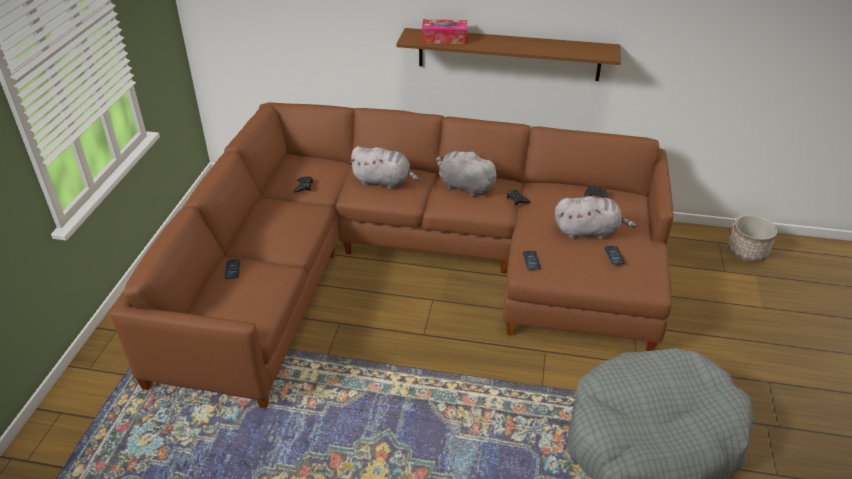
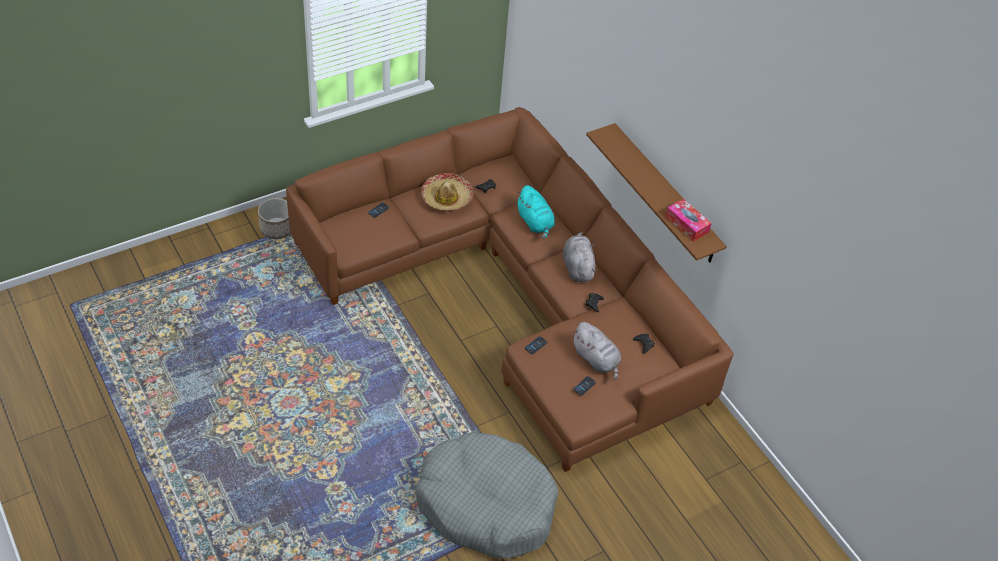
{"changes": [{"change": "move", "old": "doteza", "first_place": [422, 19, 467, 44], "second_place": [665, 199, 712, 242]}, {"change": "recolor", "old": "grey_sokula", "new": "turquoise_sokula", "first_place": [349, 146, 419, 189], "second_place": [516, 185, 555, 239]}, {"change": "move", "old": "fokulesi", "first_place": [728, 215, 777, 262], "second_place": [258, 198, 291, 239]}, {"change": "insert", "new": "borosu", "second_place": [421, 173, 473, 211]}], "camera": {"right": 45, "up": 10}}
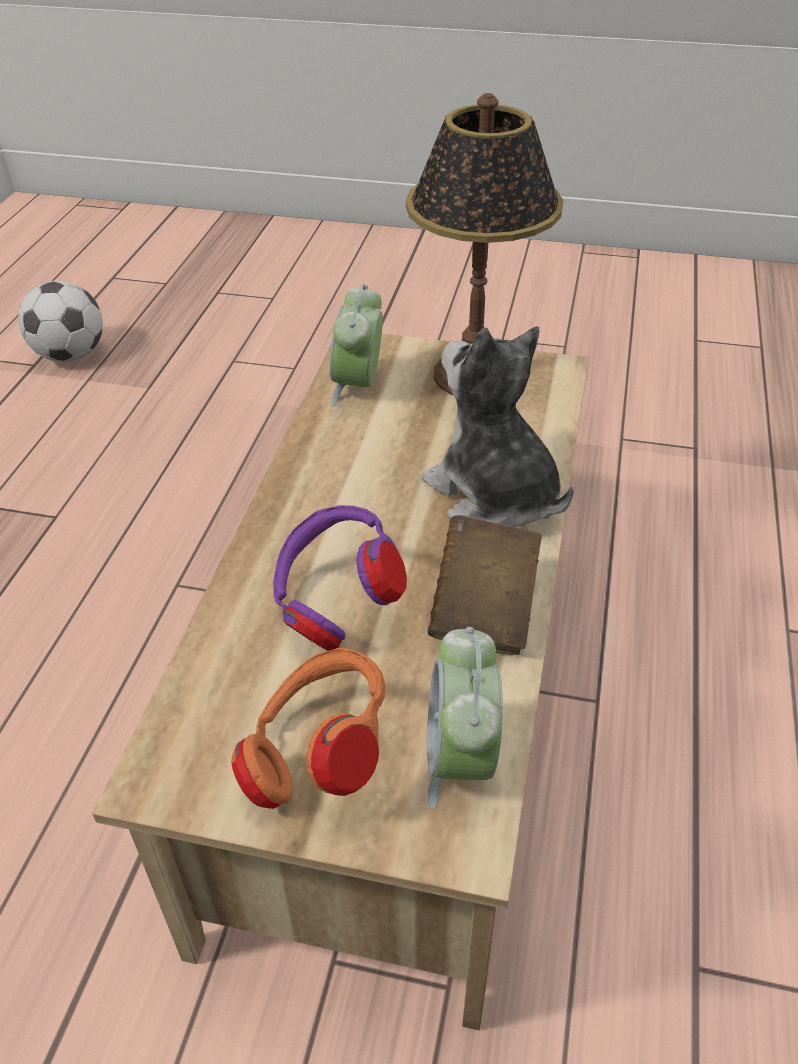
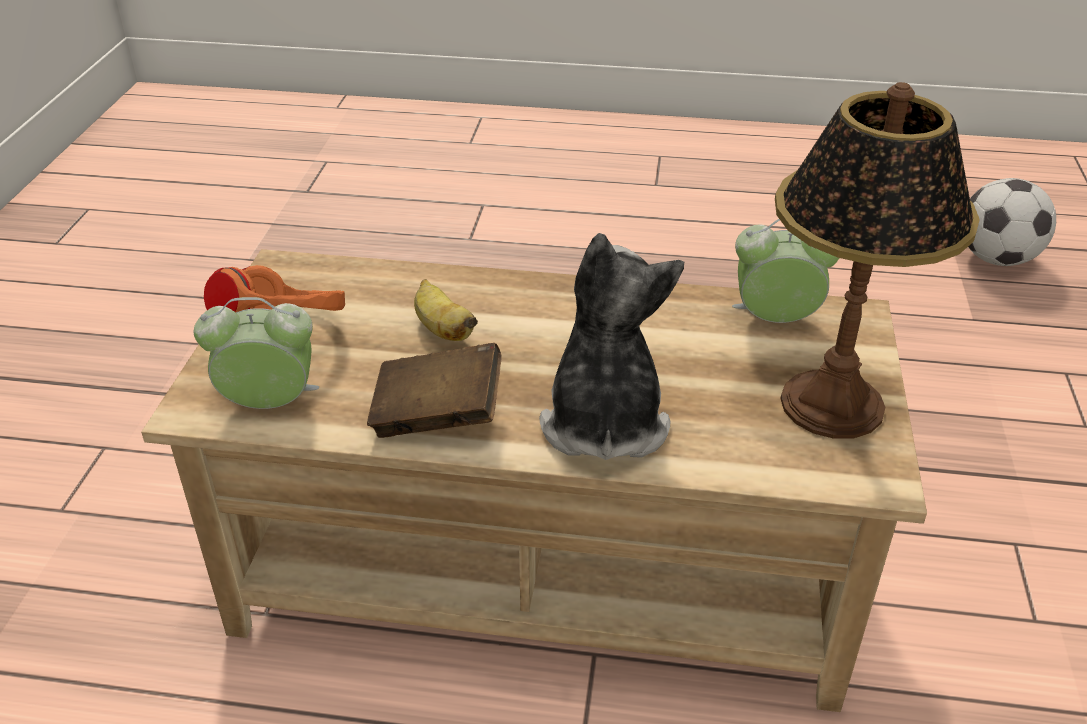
{"changes": [{"change": "rotate", "old": "sokula", "first_place": [422, 326, 574, 527], "second_place": [539, 233, 684, 460], "degrees": -45}, {"change": "replace", "old": "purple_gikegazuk", "new": "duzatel", "first_place": [273, 505, 407, 651], "second_place": [414, 279, 478, 341]}], "camera": {"right": 85, "up": -5}}
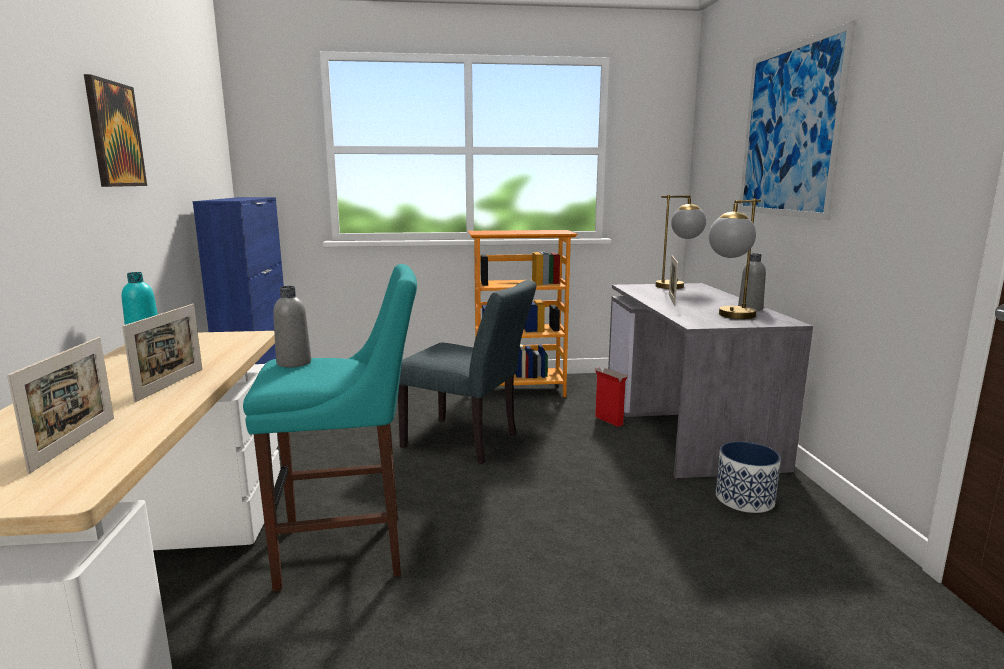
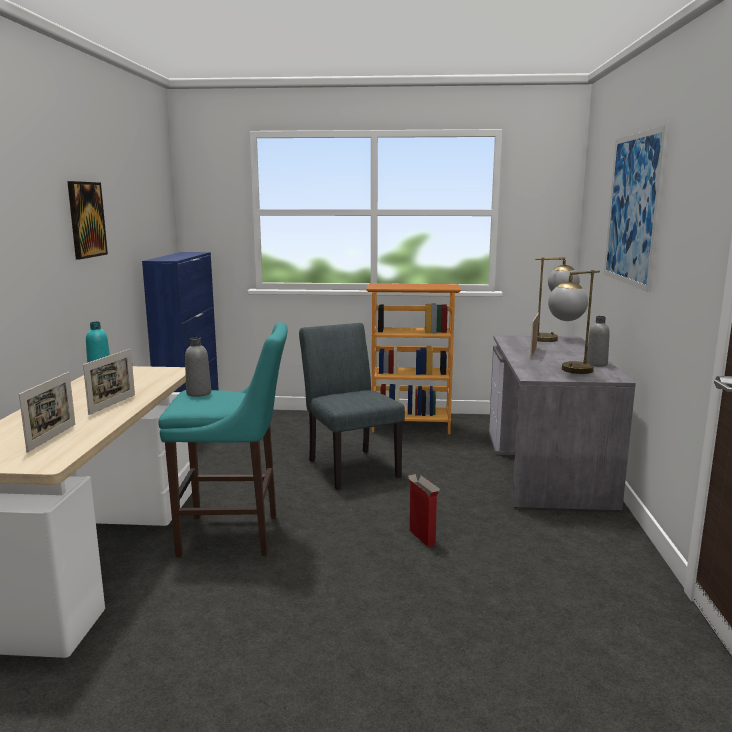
{"changes": [{"change": "rotate", "old": "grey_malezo", "first_place": [398, 280, 536, 464], "second_place": [299, 323, 405, 490], "degrees": -150}, {"change": "move", "old": "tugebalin", "first_place": [595, 367, 628, 427], "second_place": [408, 474, 440, 547]}, {"change": "delete", "old": "fokulesi", "first_place": [716, 441, 781, 513]}], "camera": {"right": 10, "up": 0}}
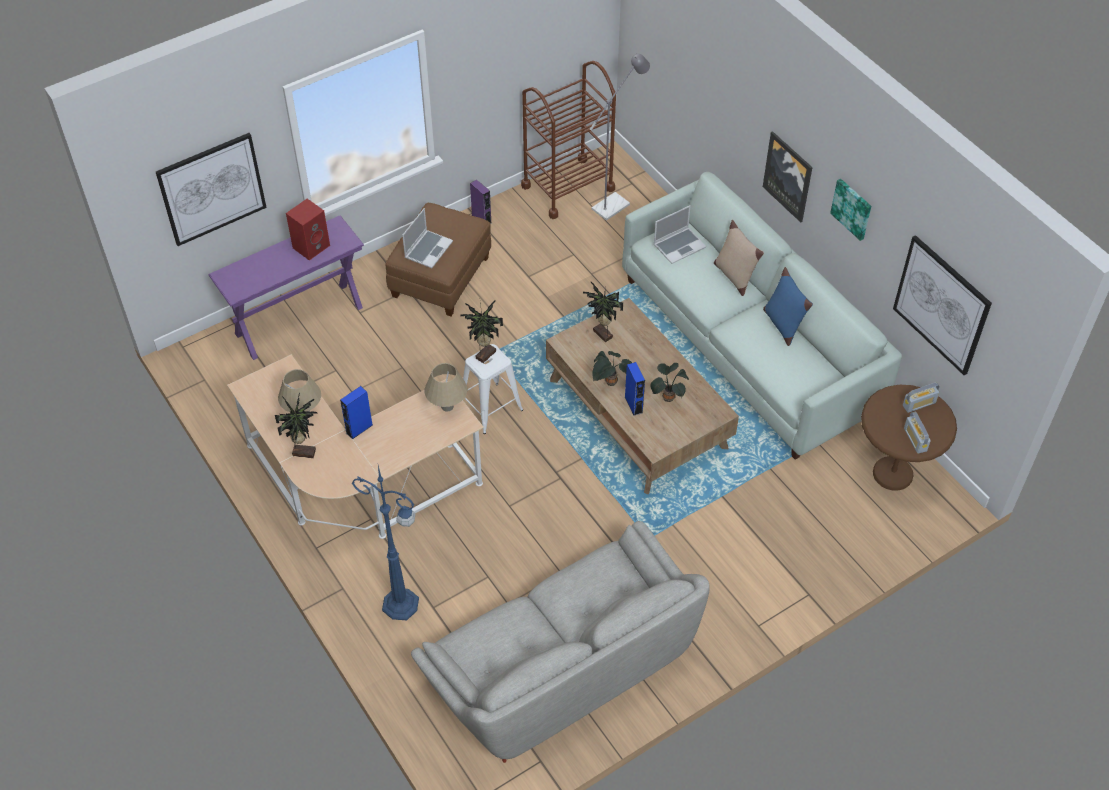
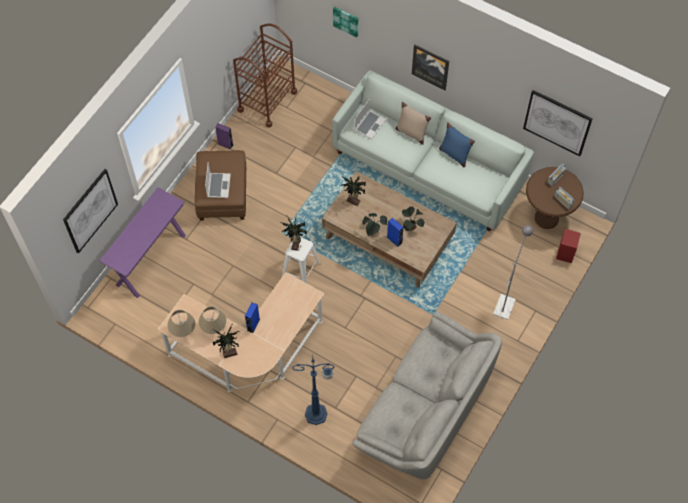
{"changes": [{"change": "move", "old": "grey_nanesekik", "first_place": [590, 54, 650, 221], "second_place": [493, 225, 533, 320]}, {"change": "move", "old": "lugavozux", "first_place": [830, 178, 871, 241], "second_place": [333, 7, 359, 38]}, {"change": "move", "old": "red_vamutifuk", "first_place": [286, 199, 330, 261], "second_place": [556, 229, 581, 263]}, {"change": "move", "old": "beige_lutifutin", "first_place": [425, 363, 467, 412], "second_place": [168, 310, 195, 337]}], "camera": {"right": -25, "up": 10}}
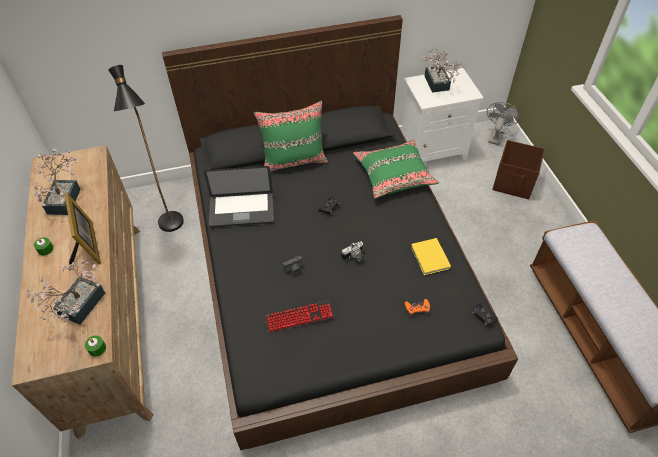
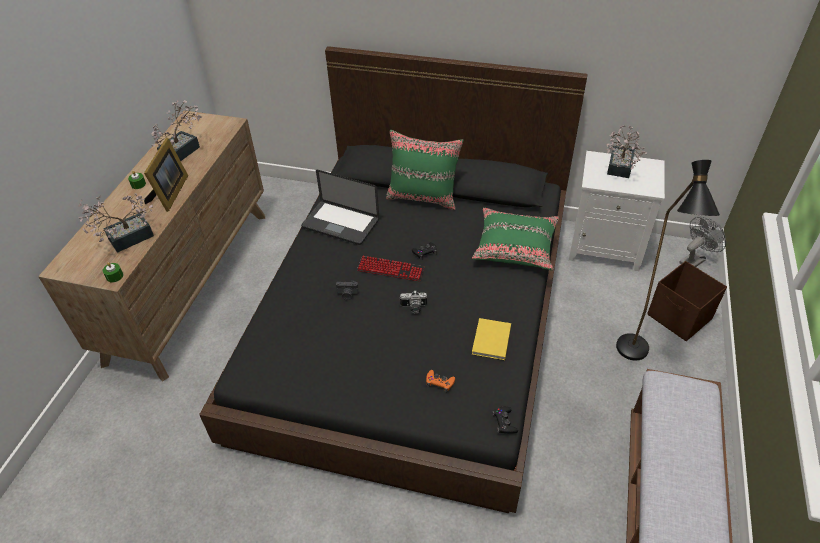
{"changes": [{"change": "move", "old": "black_nanesekik", "first_place": [108, 65, 184, 232], "second_place": [616, 160, 720, 360]}, {"change": "move", "old": "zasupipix", "first_place": [265, 301, 334, 333], "second_place": [357, 256, 424, 281]}], "camera": {"right": 30, "up": -5}}
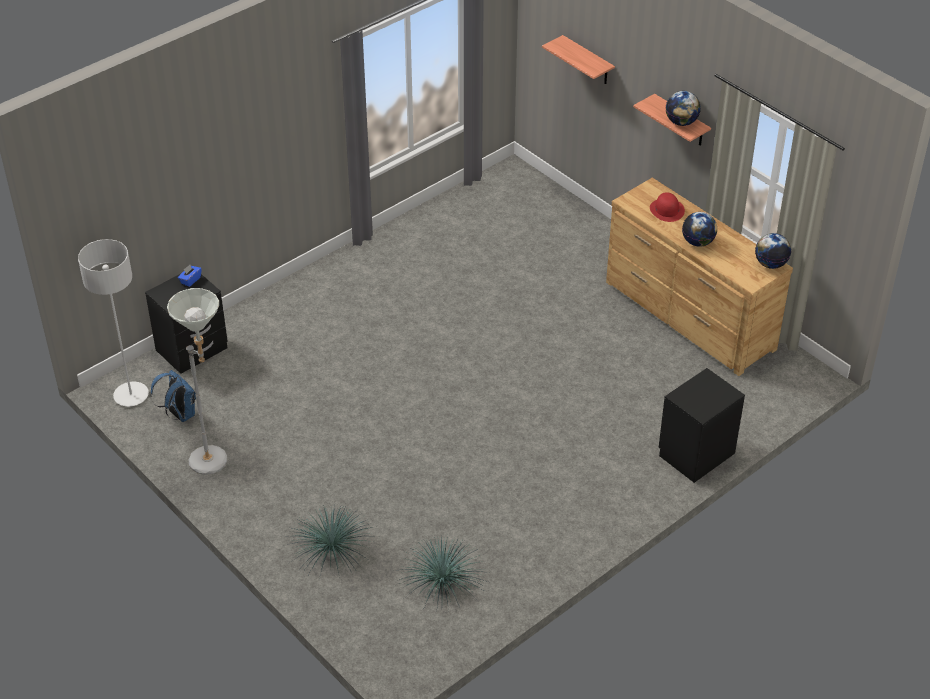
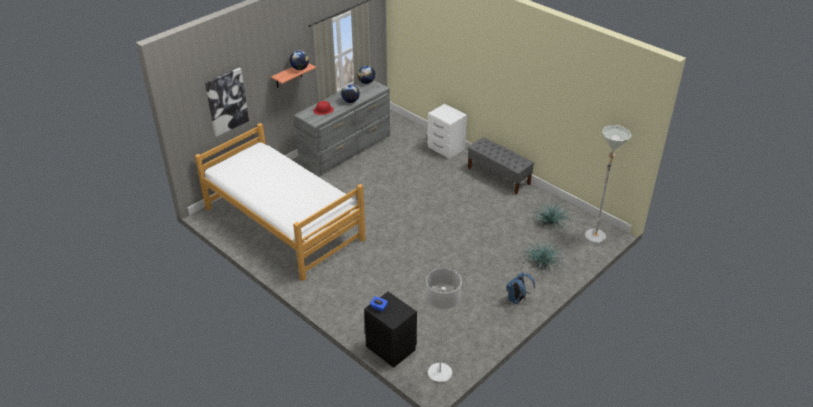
{"changes": [{"change": "replace", "old": "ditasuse", "new": "lugavozux", "first_place": [542, 35, 615, 84], "second_place": [205, 68, 249, 137]}, {"change": "recolor", "old": "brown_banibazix", "new": "grey_banibazix", "first_place": [606, 178, 793, 376], "second_place": [294, 80, 390, 177]}, {"change": "move", "old": "grey_nanesekik", "first_place": [167, 288, 227, 475], "second_place": [585, 125, 631, 244]}, {"change": "recolor", "old": "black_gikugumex", "new": "white_gikugumex", "first_place": [659, 368, 745, 483], "second_place": [427, 104, 467, 159]}, {"change": "move", "old": "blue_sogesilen", "first_place": [150, 370, 196, 422], "second_place": [506, 272, 535, 304]}, {"change": "insert", "new": "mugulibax", "second_place": [195, 123, 366, 281]}, {"change": "insert", "new": "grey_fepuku", "second_place": [468, 137, 534, 195]}], "camera": {"right": -95, "up": -5}}
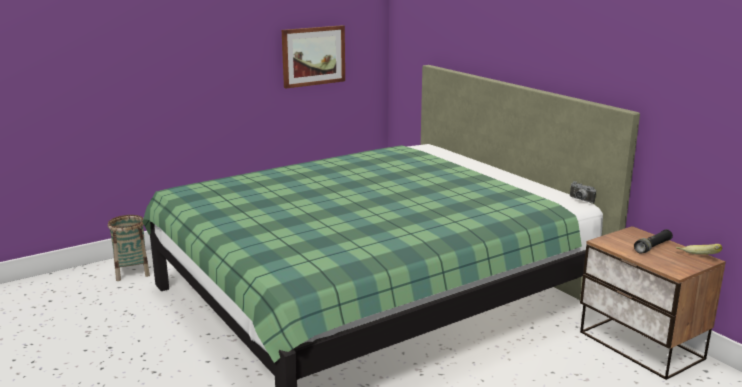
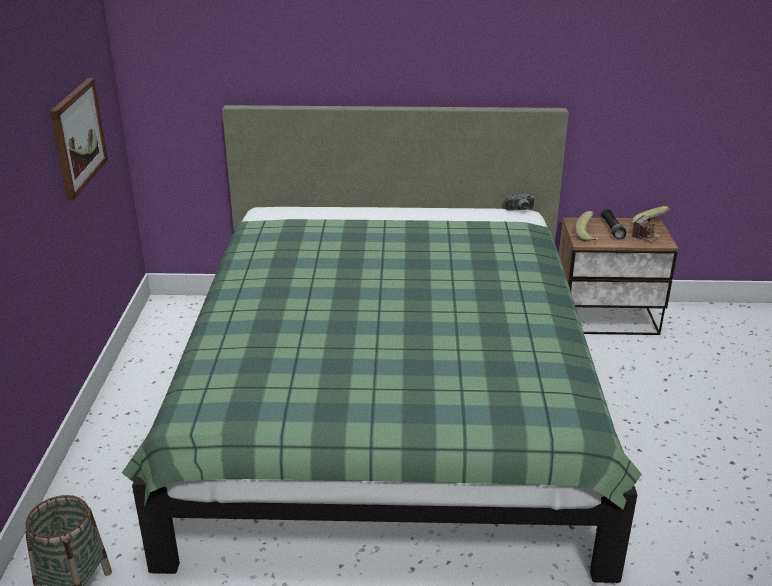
{"changes": [{"change": "insert", "new": "duzatel", "second_place": [575, 211, 598, 242]}, {"change": "insert", "new": "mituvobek", "second_place": [632, 215, 662, 242]}], "camera": {"right": -55, "up": 10}}
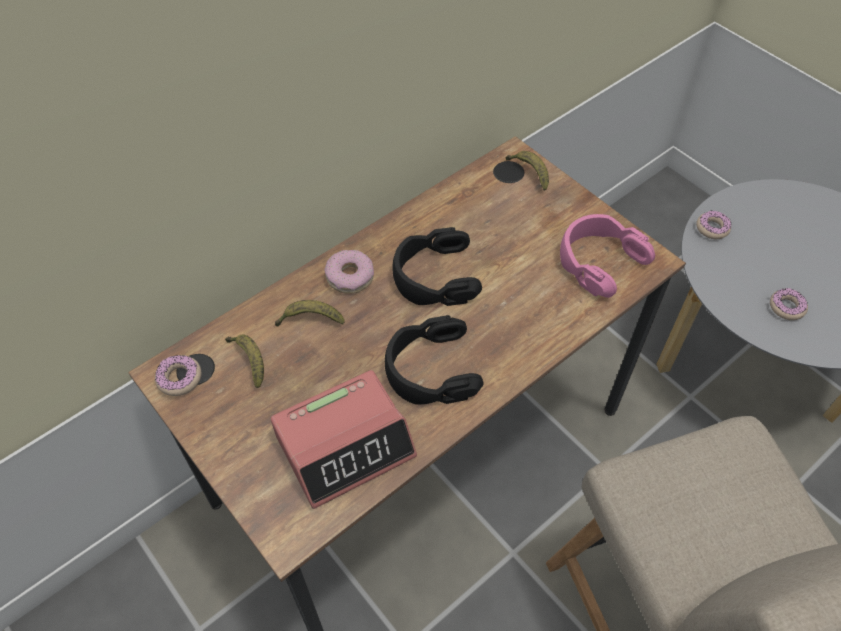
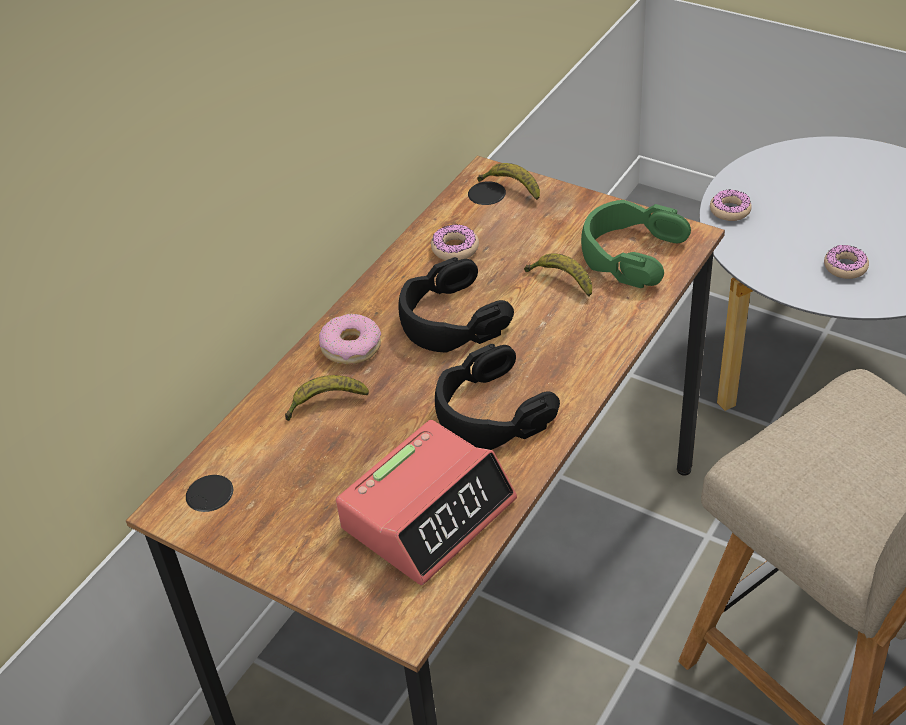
{"changes": [{"change": "recolor", "old": "pink_gikegazuk", "new": "green_gikegazuk", "first_place": [560, 214, 655, 298], "second_place": [581, 200, 691, 288]}, {"change": "move", "old": "duzatel", "first_place": [225, 334, 264, 388], "second_place": [524, 254, 592, 296]}, {"change": "move", "old": "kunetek", "first_place": [155, 355, 202, 396], "second_place": [431, 224, 479, 260]}], "camera": {"right": -15, "up": -10}}
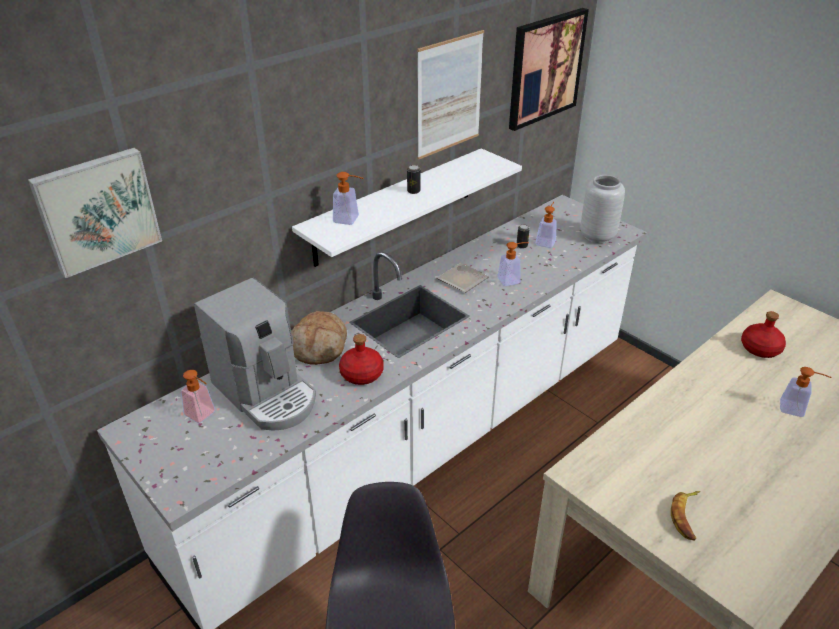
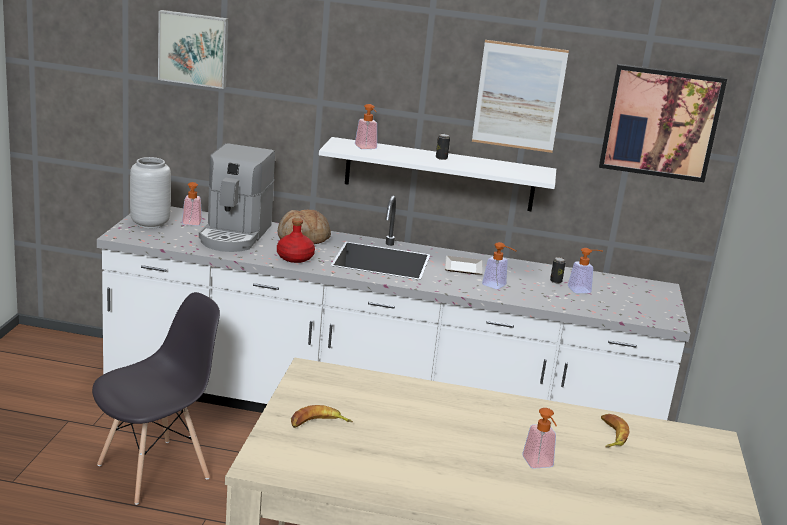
{"changes": [{"change": "move", "old": "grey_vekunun", "first_place": [580, 175, 625, 243], "second_place": [130, 157, 171, 229]}, {"change": "replace", "old": "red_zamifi", "new": "duzatel", "first_place": [741, 311, 786, 358], "second_place": [601, 414, 629, 447]}], "camera": {"right": 50, "up": -15}}
